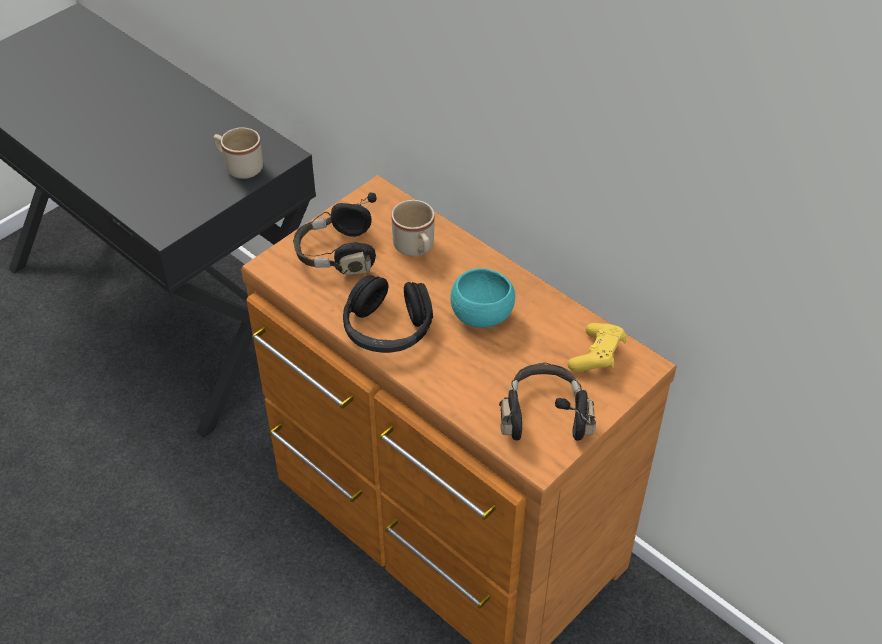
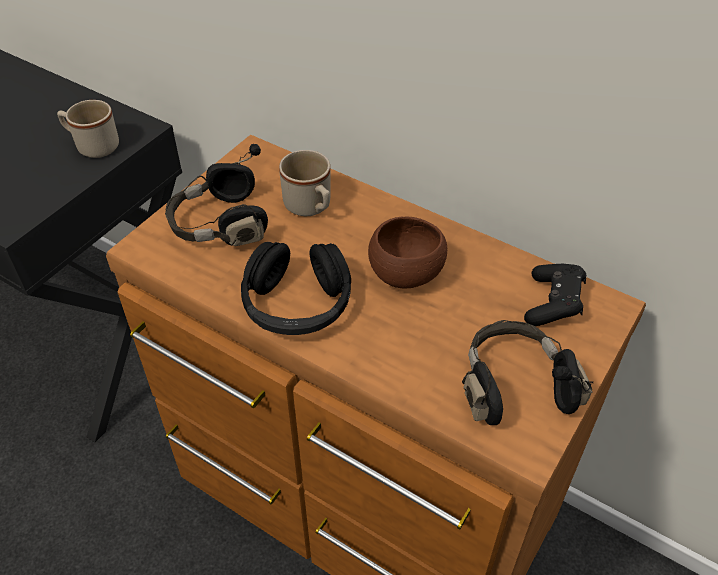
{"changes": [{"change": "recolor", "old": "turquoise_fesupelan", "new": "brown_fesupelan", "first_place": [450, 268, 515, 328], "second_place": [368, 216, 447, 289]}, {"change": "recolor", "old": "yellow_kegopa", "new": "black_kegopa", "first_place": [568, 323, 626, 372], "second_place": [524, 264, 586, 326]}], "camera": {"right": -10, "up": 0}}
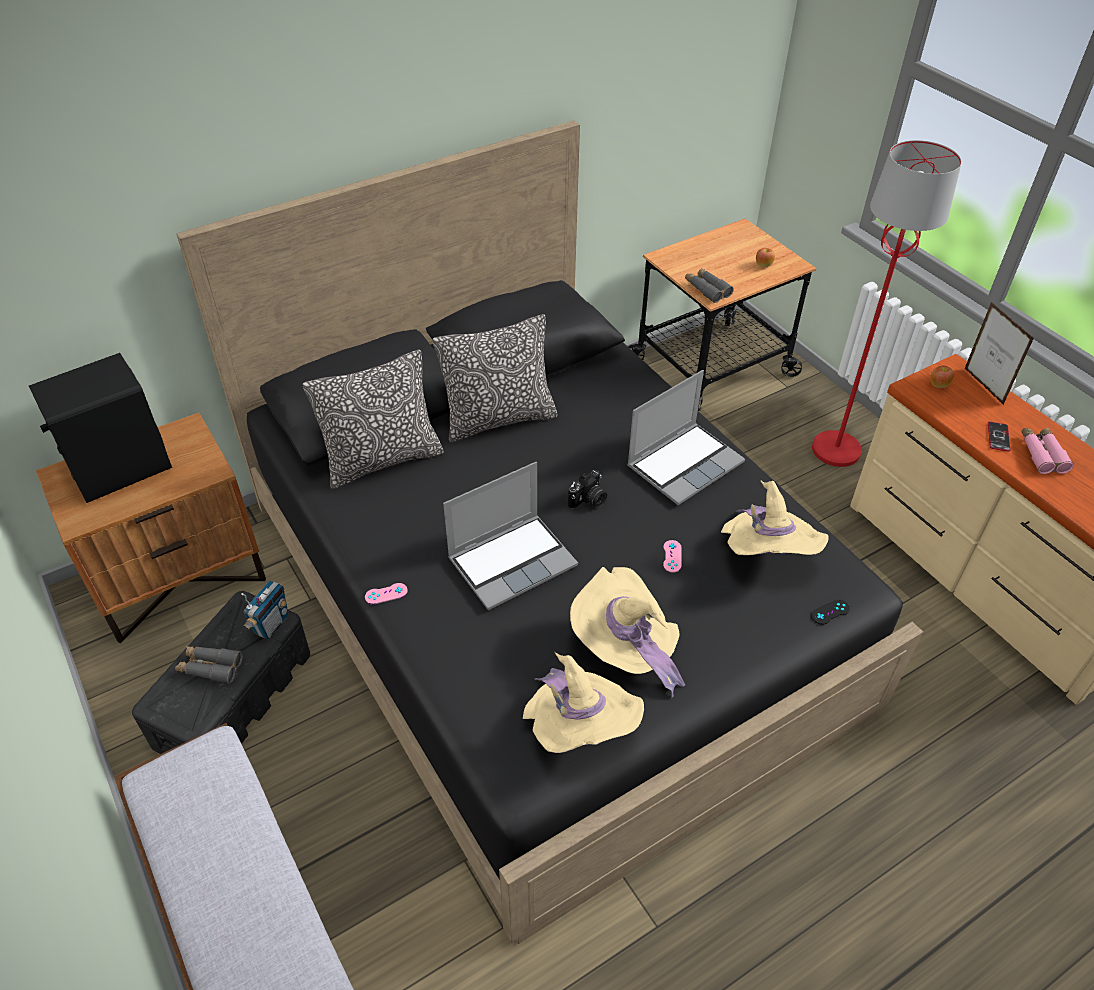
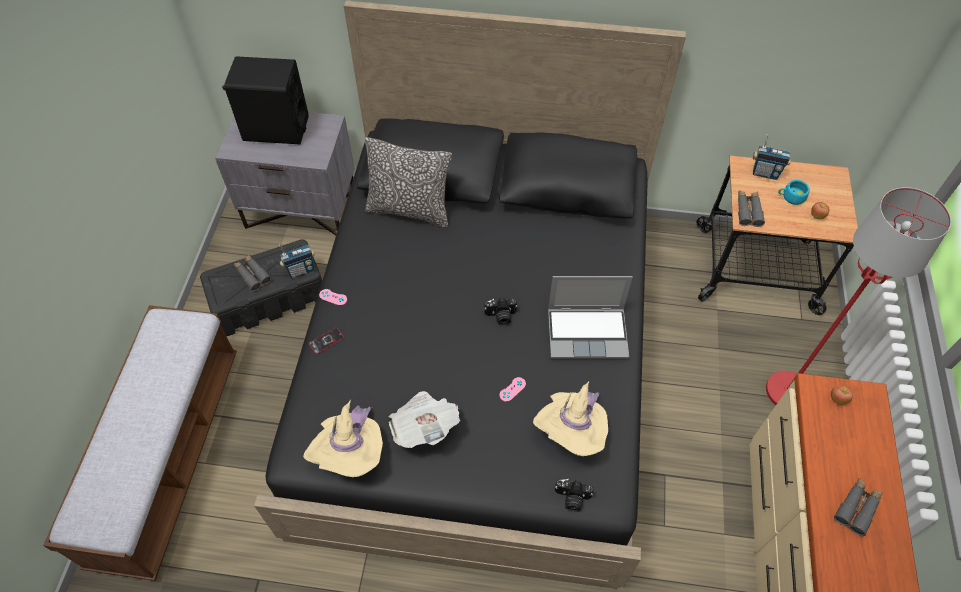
{"changes": [{"change": "delete", "old": "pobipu", "first_place": [964, 302, 1034, 405]}, {"change": "delete", "old": "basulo", "first_place": [433, 314, 557, 442]}, {"change": "recolor", "old": "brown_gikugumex", "new": "grey_gikugumex", "first_place": [36, 413, 266, 643], "second_place": [215, 112, 355, 236]}, {"change": "move", "old": "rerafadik", "first_place": [988, 422, 1011, 451], "second_place": [309, 327, 344, 354]}, {"change": "recolor", "old": "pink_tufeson", "new": "grey_tufeson", "first_place": [1022, 428, 1074, 474], "second_place": [834, 479, 883, 536]}, {"change": "delete", "old": "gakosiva", "first_place": [443, 462, 578, 611]}, {"change": "replace", "old": "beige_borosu", "new": "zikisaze", "first_place": [570, 567, 685, 698], "second_place": [389, 391, 460, 448]}, {"change": "replace", "old": "black_kegopa", "new": "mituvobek", "first_place": [811, 599, 850, 625], "second_place": [555, 479, 594, 512]}, {"change": "insert", "new": "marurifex", "second_place": [753, 134, 791, 180]}, {"change": "insert", "new": "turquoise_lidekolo", "second_place": [778, 180, 810, 205]}], "camera": {"right": 40, "up": 10}}
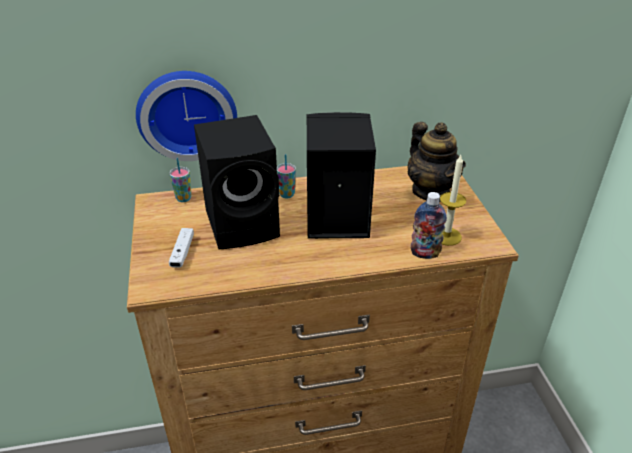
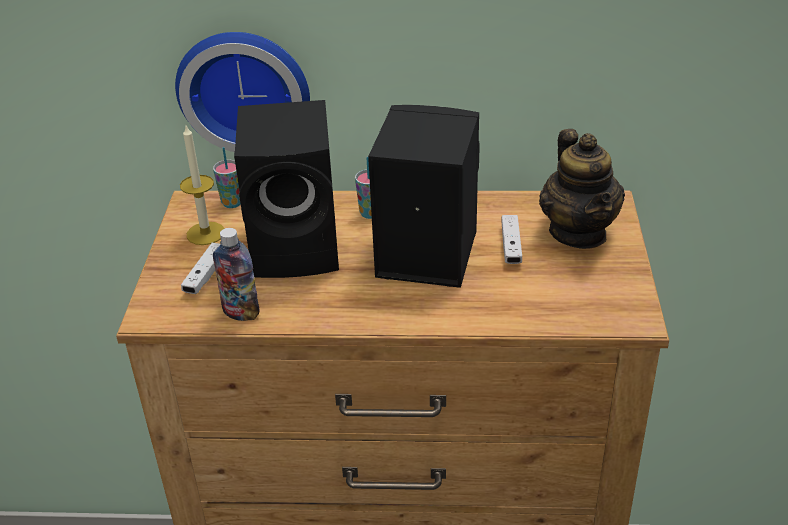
{"changes": [{"change": "move", "old": "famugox", "first_place": [440, 155, 466, 246], "second_place": [180, 126, 225, 245]}, {"change": "move", "old": "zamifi", "first_place": [411, 192, 447, 259], "second_place": [213, 228, 260, 321]}, {"change": "insert", "new": "white_kegopa", "second_place": [502, 215, 522, 264]}], "camera": {"right": 15, "up": 0}}
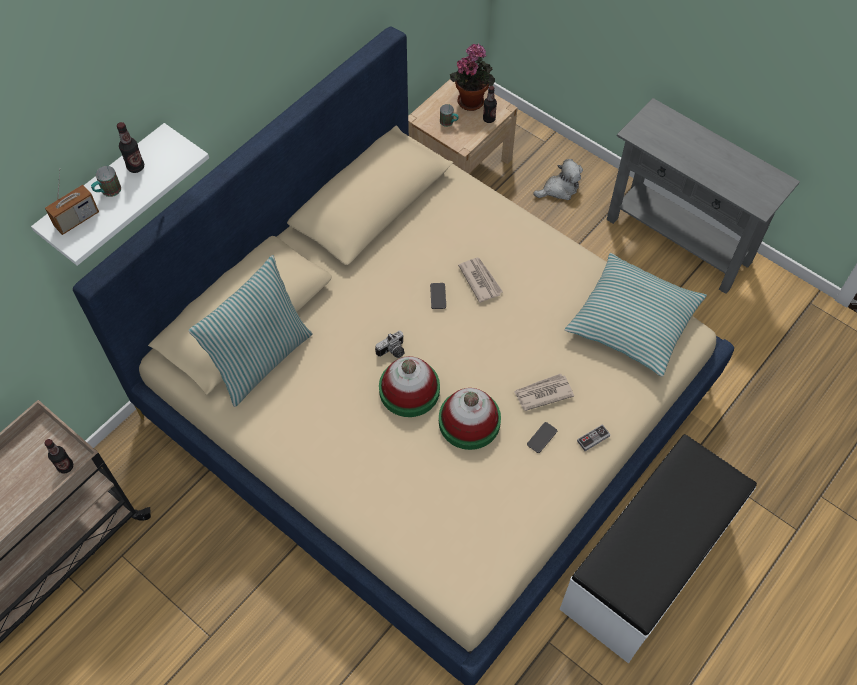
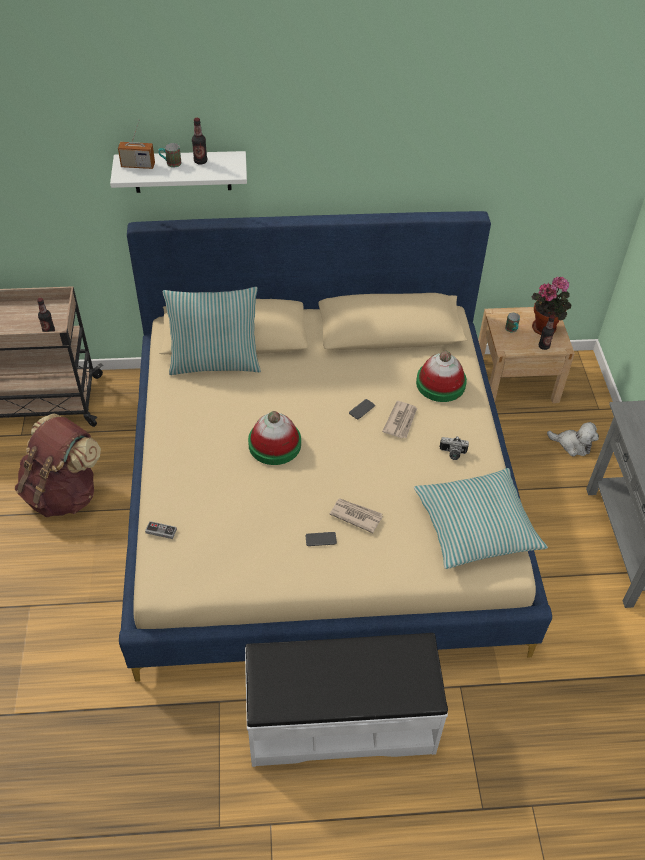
{"changes": [{"change": "move", "old": "mituvobek", "first_place": [375, 331, 405, 358], "second_place": [440, 436, 469, 460]}, {"change": "move", "old": "borosu", "first_place": [439, 388, 501, 450], "second_place": [416, 351, 467, 402]}, {"change": "move", "old": "kegopa", "first_place": [577, 424, 611, 451], "second_place": [145, 521, 177, 539]}, {"change": "insert", "new": "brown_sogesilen", "second_place": [15, 413, 101, 517]}], "camera": {"right": 45, "up": -10}}
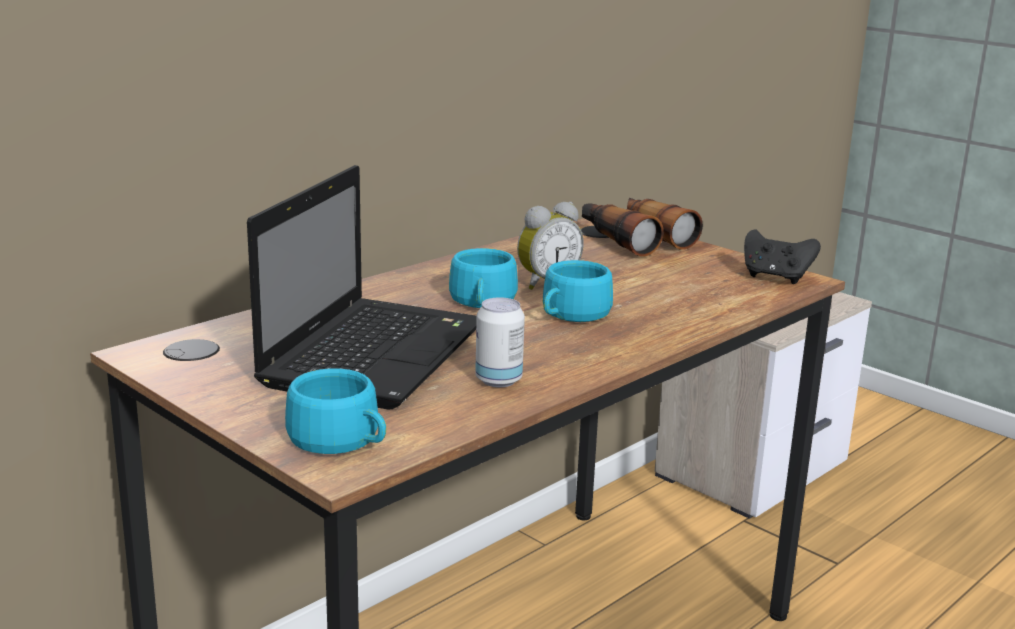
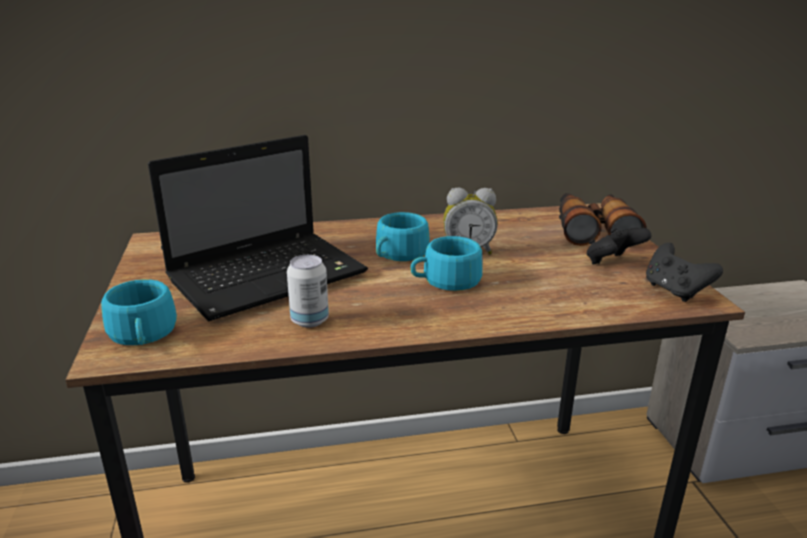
{"changes": [{"change": "insert", "new": "black_kegopa", "second_place": [587, 228, 651, 264]}], "camera": {"right": 35, "up": 5}}
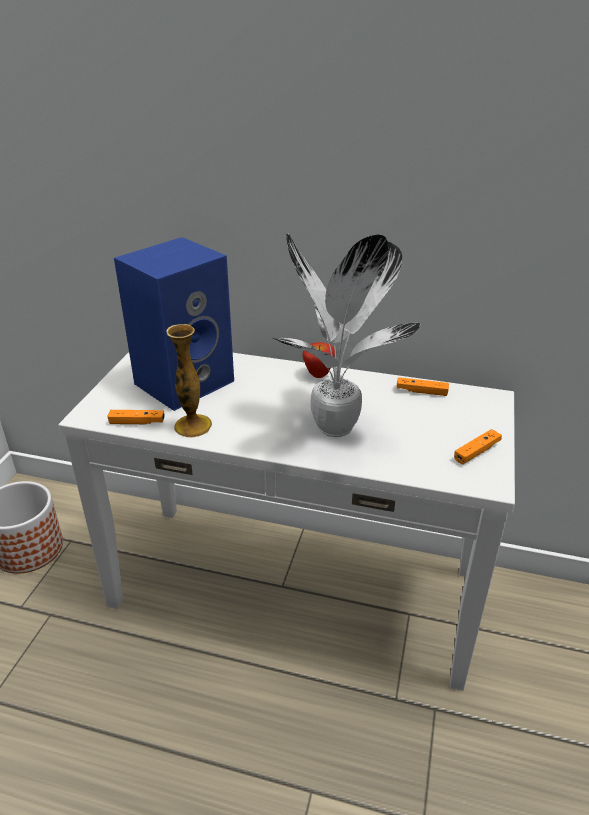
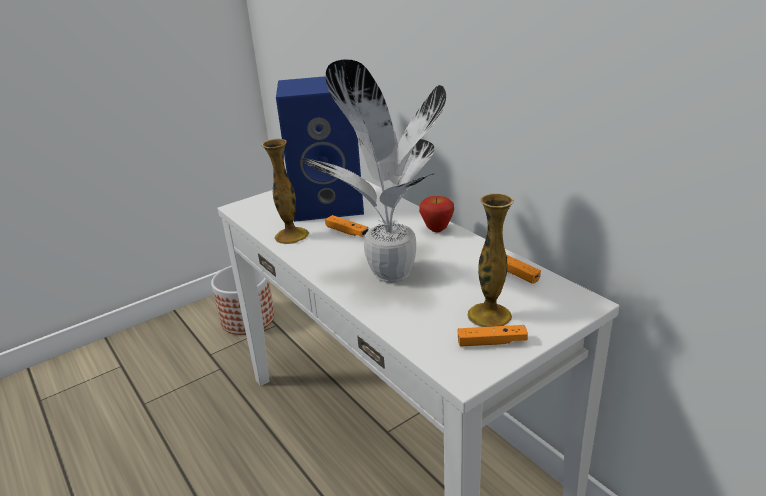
{"changes": [{"change": "move", "old": "orange_kegopa", "first_place": [107, 410, 165, 424], "second_place": [325, 215, 369, 237]}, {"change": "insert", "new": "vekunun", "second_place": [468, 194, 513, 327]}], "camera": {"right": 40, "up": -5}}
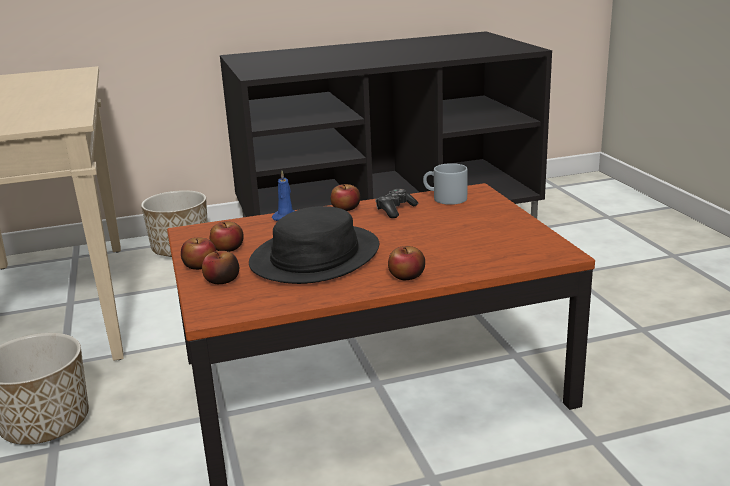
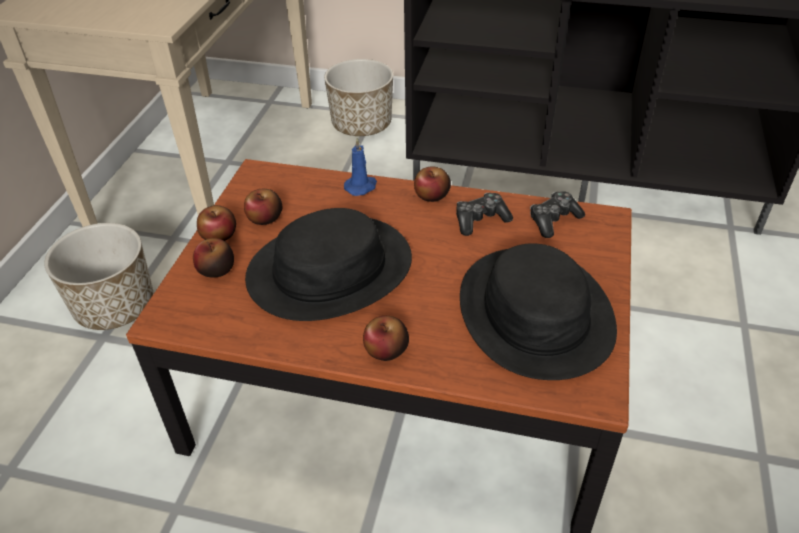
{"changes": [{"change": "replace", "old": "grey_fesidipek", "new": "kegopa", "first_place": [423, 163, 468, 205], "second_place": [530, 191, 585, 238]}, {"change": "insert", "new": "black_borosu", "second_place": [460, 244, 617, 380]}], "camera": {"right": 30, "up": 20}}
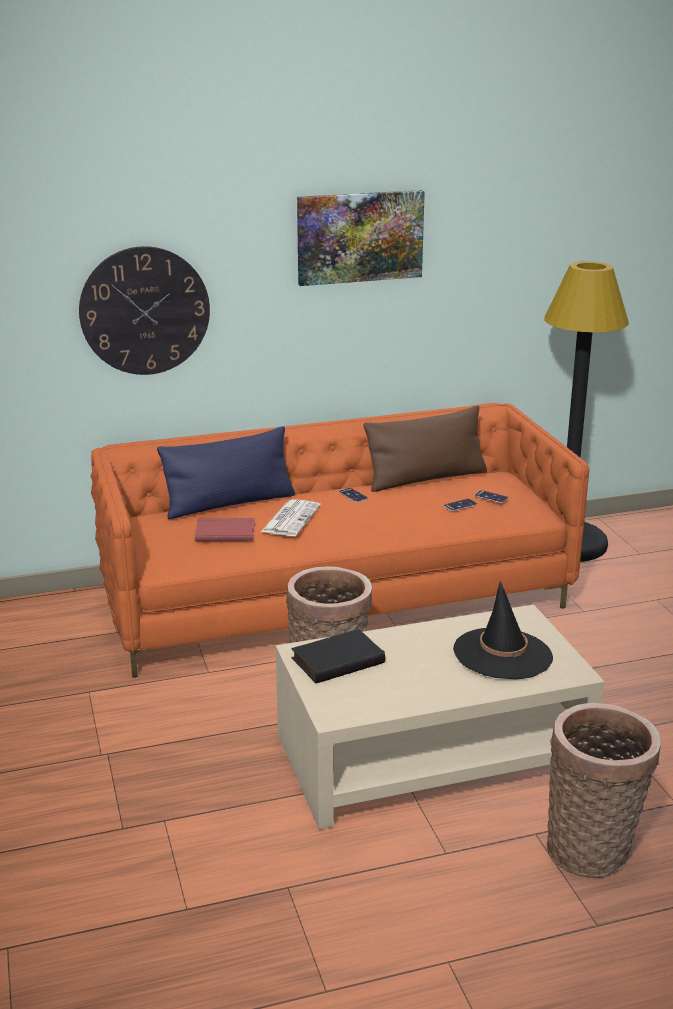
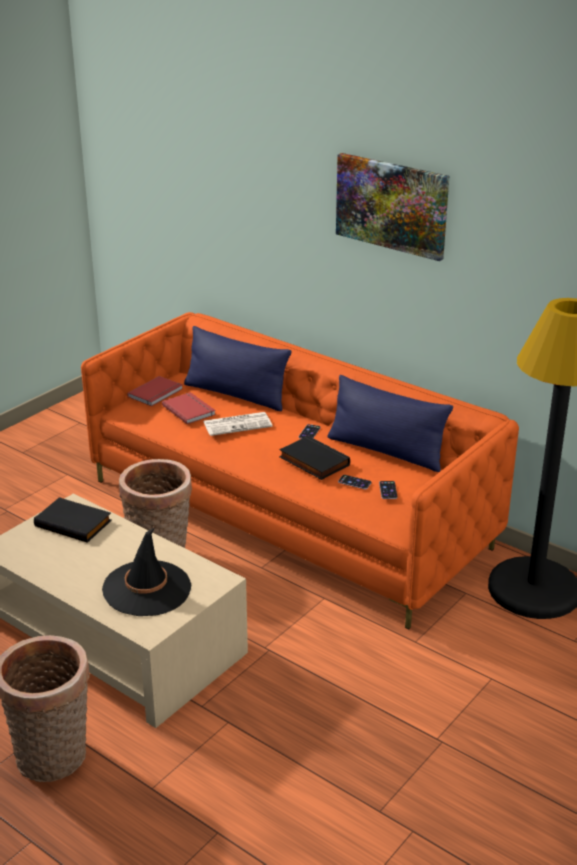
{"changes": [{"change": "delete", "old": "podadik", "first_place": [79, 246, 210, 375]}, {"change": "recolor", "old": "brown_basulo", "new": "blue_basulo", "first_place": [363, 405, 487, 492], "second_place": [328, 375, 453, 472]}, {"change": "insert", "new": "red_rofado", "second_place": [127, 376, 183, 406]}, {"change": "insert", "new": "black_rofado", "second_place": [279, 436, 350, 480]}], "camera": {"right": 55, "up": 5}}
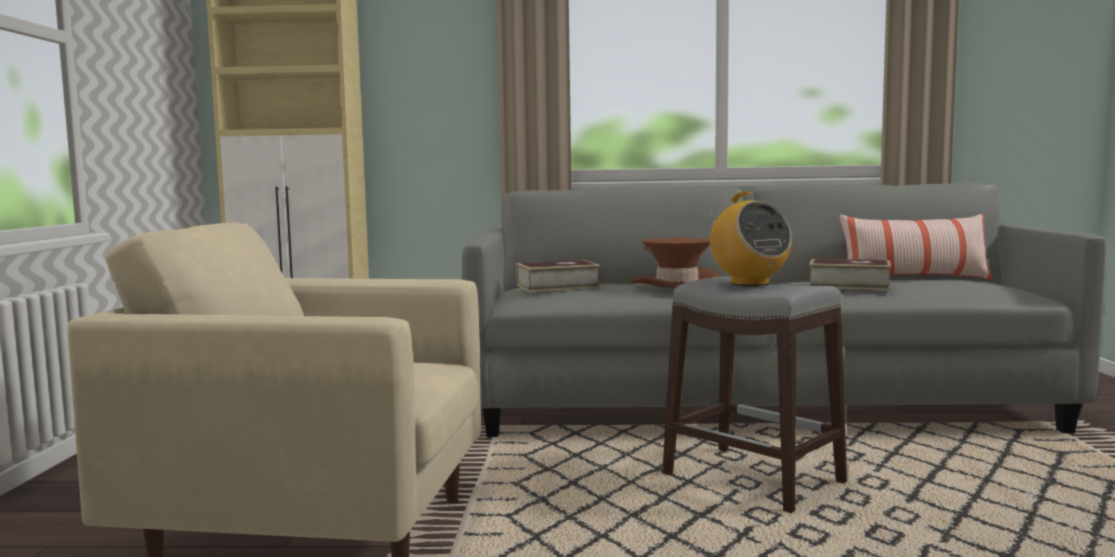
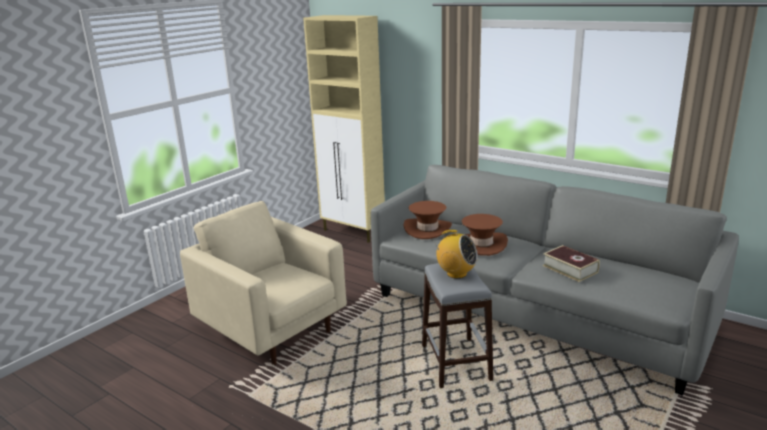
{"changes": [{"change": "rotate", "old": "marurifex", "first_place": [708, 191, 792, 286], "second_place": [432, 230, 478, 279], "degrees": -75}, {"change": "delete", "old": "basulo", "first_place": [839, 214, 992, 280]}, {"change": "replace", "old": "rofado", "new": "brown_borosu", "first_place": [516, 260, 600, 292], "second_place": [404, 201, 452, 239]}], "camera": {"right": 35, "up": 15}}
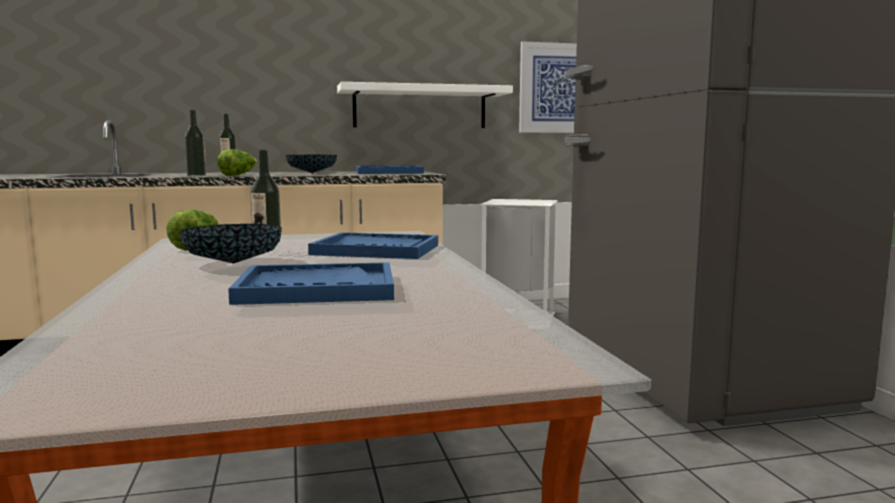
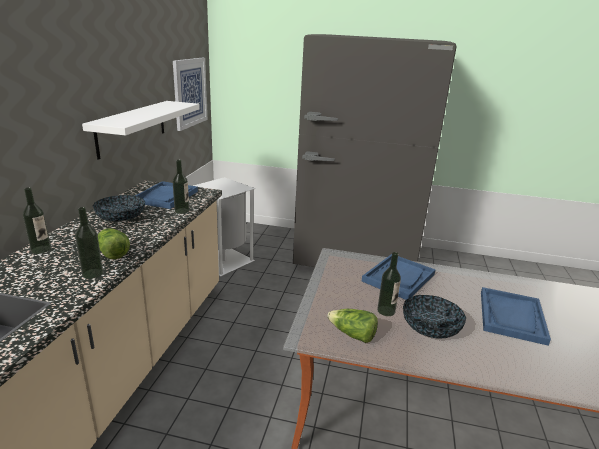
{"changes": [{"change": "insert", "new": "zamifi", "second_place": [173, 160, 189, 214]}], "camera": {"right": -65, "up": 15}}
